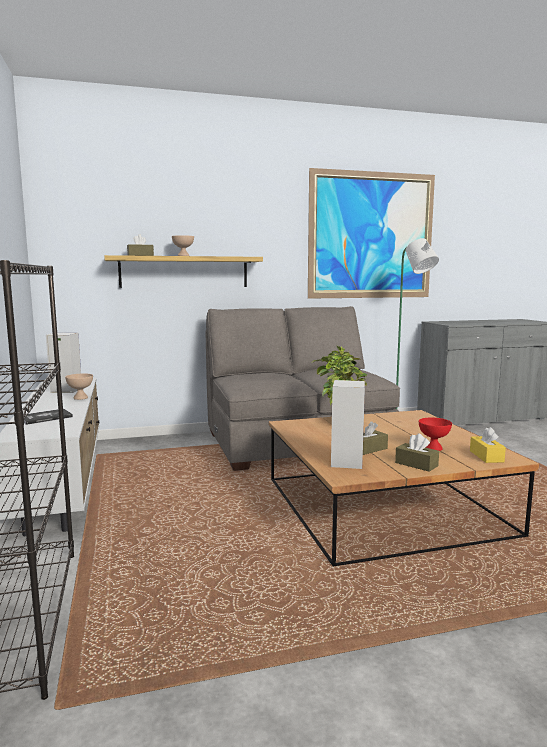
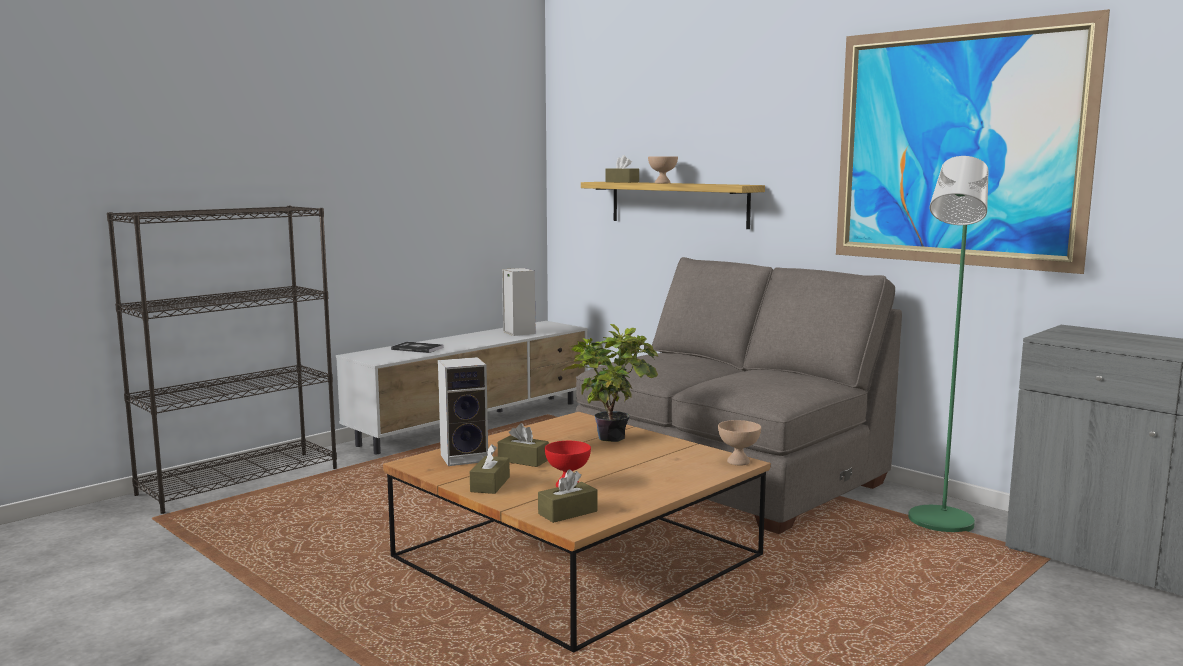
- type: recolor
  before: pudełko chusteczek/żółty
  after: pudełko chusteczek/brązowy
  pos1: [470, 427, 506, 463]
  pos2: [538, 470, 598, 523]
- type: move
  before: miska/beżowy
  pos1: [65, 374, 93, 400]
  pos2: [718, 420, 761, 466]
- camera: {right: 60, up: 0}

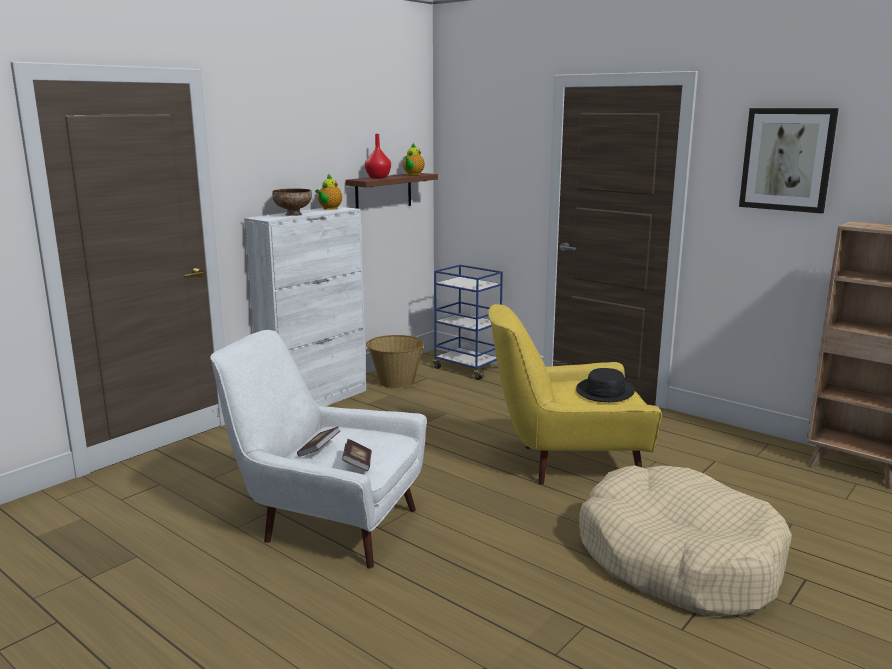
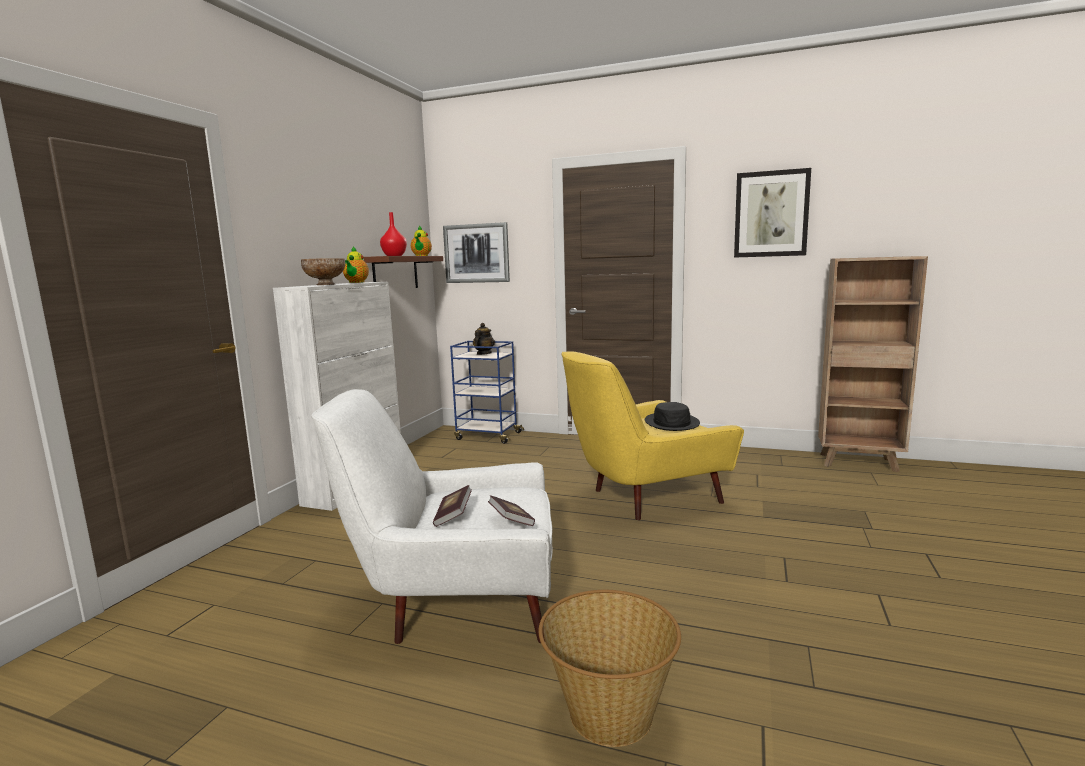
- type: insert
  after: obraz
  pos2: [443, 222, 510, 283]
- type: insert
  after: imbryk
  pos2: [473, 323, 495, 355]
- type: move
  before: koszyk
  pos1: [366, 335, 425, 388]
  pos2: [539, 590, 681, 747]
- type: delete
  before: legowisko/beżowy
  pos1: [579, 465, 792, 617]
- camera: {right: -20, up: -5}

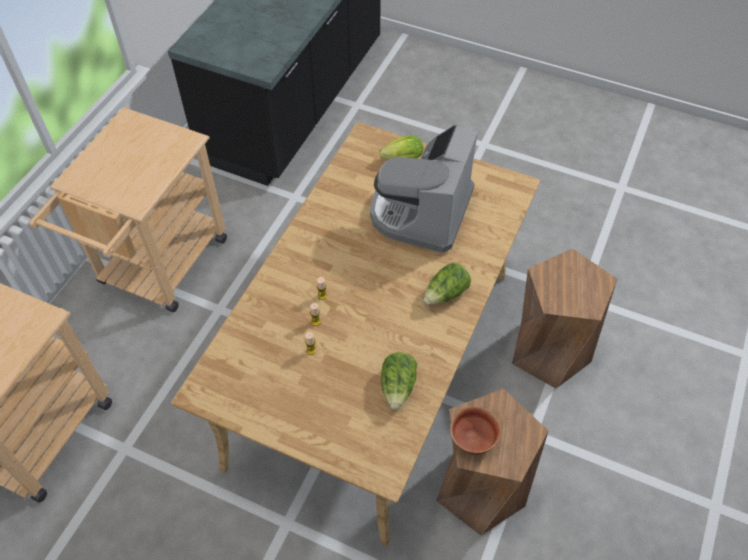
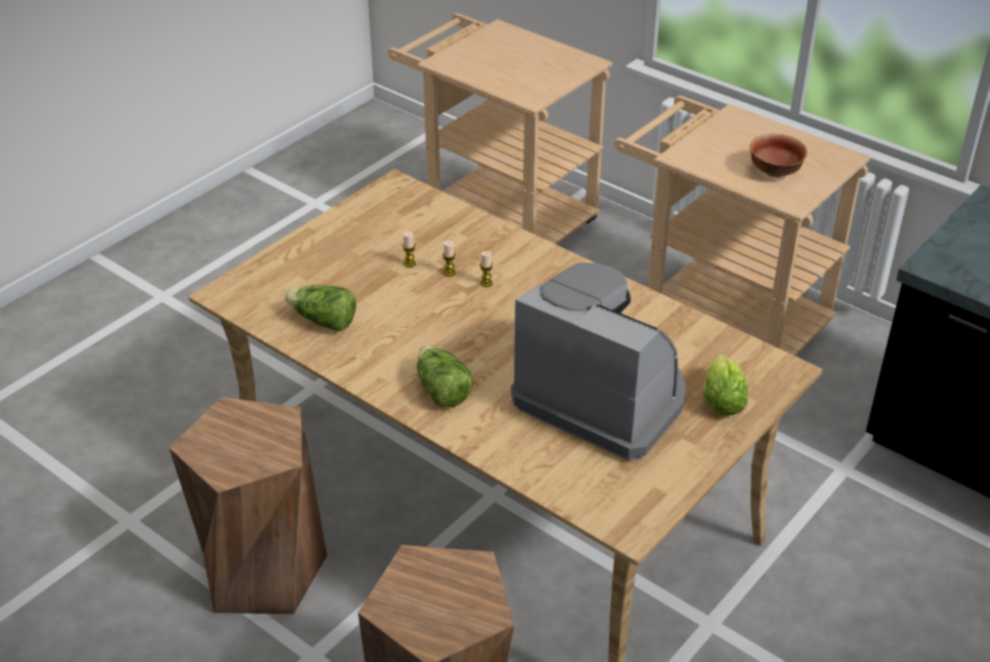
- type: move
  before: miska
  pos1: [450, 406, 502, 455]
  pos2: [750, 134, 807, 177]
- camera: {right: 105, up: -15}

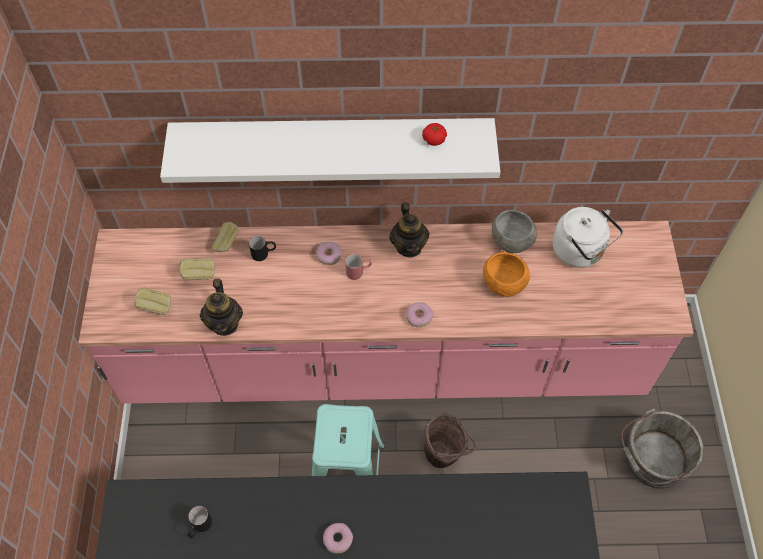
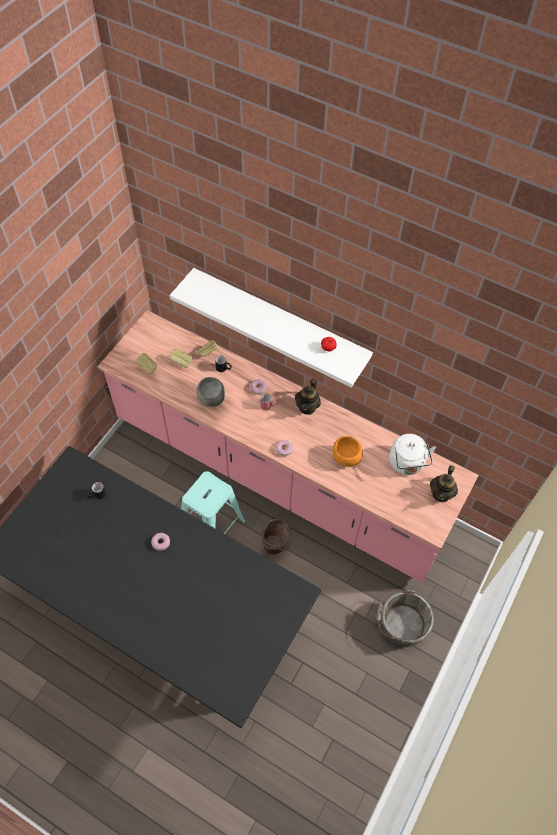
- type: move
  before: miska/szary
  pos1: [492, 210, 537, 253]
  pos2: [196, 377, 225, 407]
- type: move
  before: imbryk
  pos1: [200, 279, 243, 336]
  pos2: [430, 465, 458, 502]
- camera: {right: 30, up: 0}

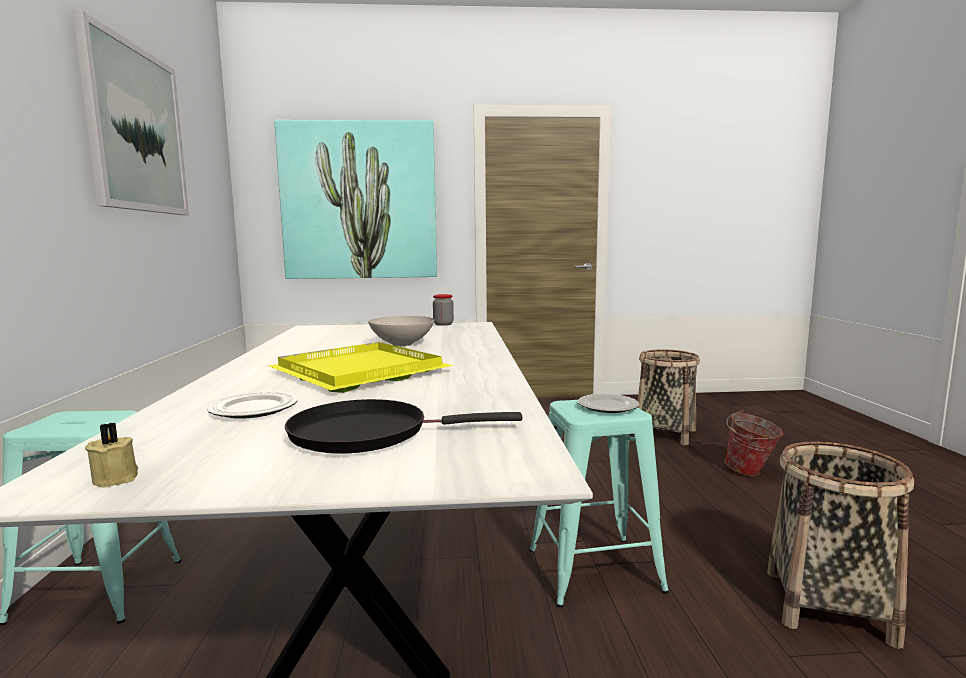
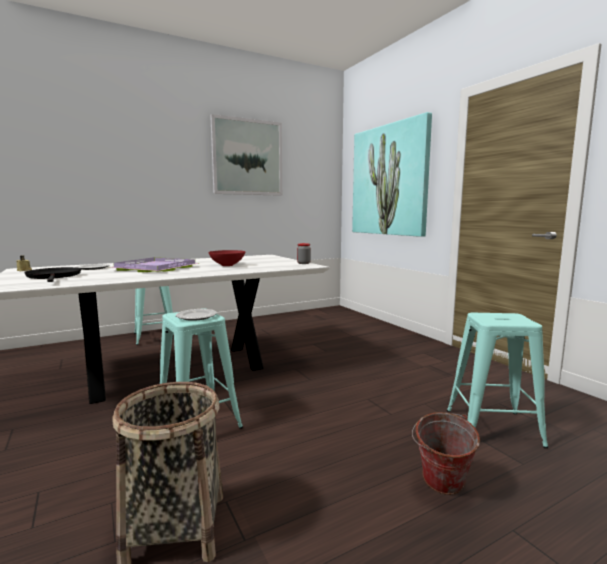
- type: recolor
  before: taca/żółty
  after: taca/fioletowy
  pos1: [269, 342, 454, 393]
  pos2: [108, 257, 199, 272]
- type: recolor
  before: miska/biały
  after: miska/czerwony
  pos1: [368, 316, 434, 346]
  pos2: [208, 250, 245, 266]
- type: replace
  before: koszyk
  after: stołek/turkusowy
  pos1: [634, 349, 700, 445]
  pos2: [447, 312, 548, 448]
- camera: {right: 65, up: 0}

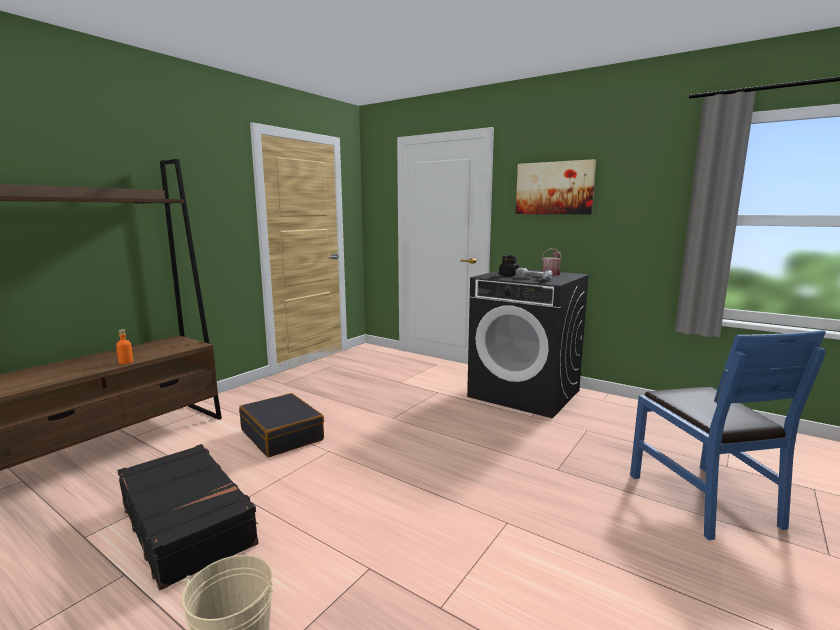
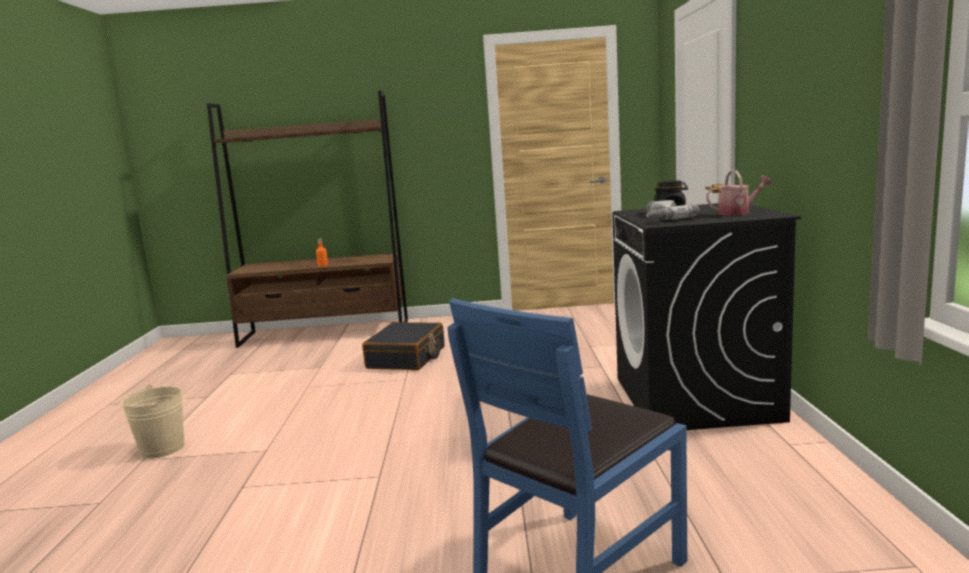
- type: delete
  before: walizka/czarny
  pos1: [118, 444, 259, 590]
- type: delete
  before: obraz
  pos1: [516, 159, 596, 214]
- camera: {right: 55, up: 0}

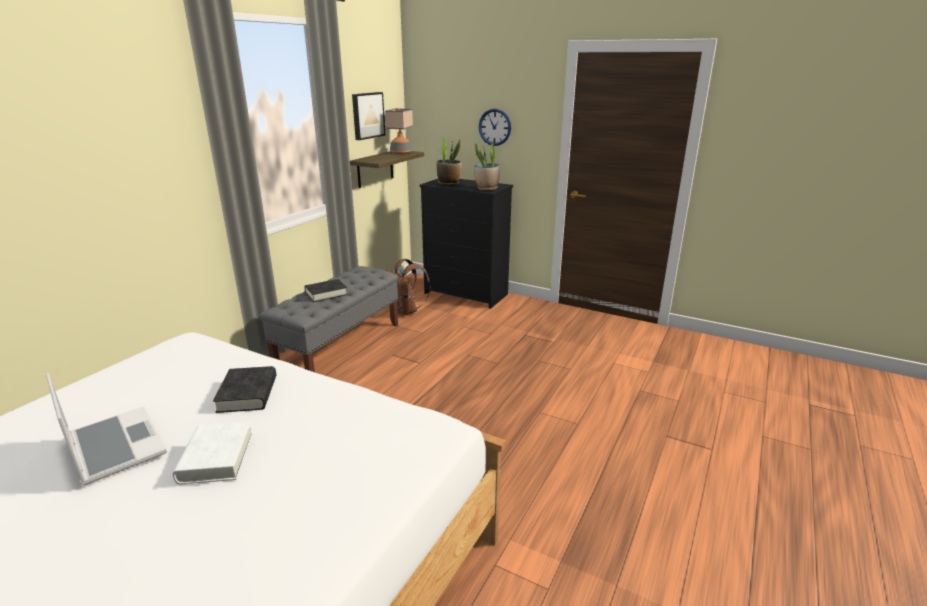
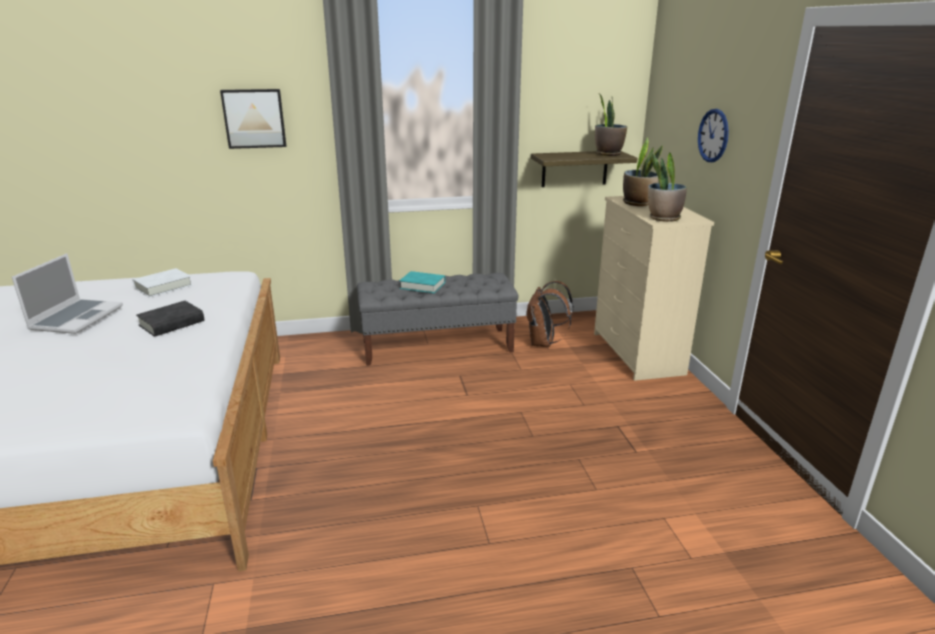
- type: move
  before: książka/biały
  pos1: [173, 421, 253, 484]
  pos2: [133, 268, 192, 297]
- type: move
  before: obraz
  pos1: [352, 92, 385, 140]
  pos2: [220, 89, 286, 149]
- type: recolor
  before: książka/czarny
  after: książka/turkusowy
  pos1: [304, 279, 348, 302]
  pos2: [399, 271, 445, 293]
- type: recolor
  before: komoda/czarny
  after: komoda/beżowy
  pos1: [420, 179, 513, 309]
  pos2: [594, 196, 714, 381]
- type: replace
  before: lampa stołowa
  after: roślina doniczkowa
  pos1: [385, 109, 413, 154]
  pos2: [595, 95, 627, 156]
- camera: {right: 50, up: 0}

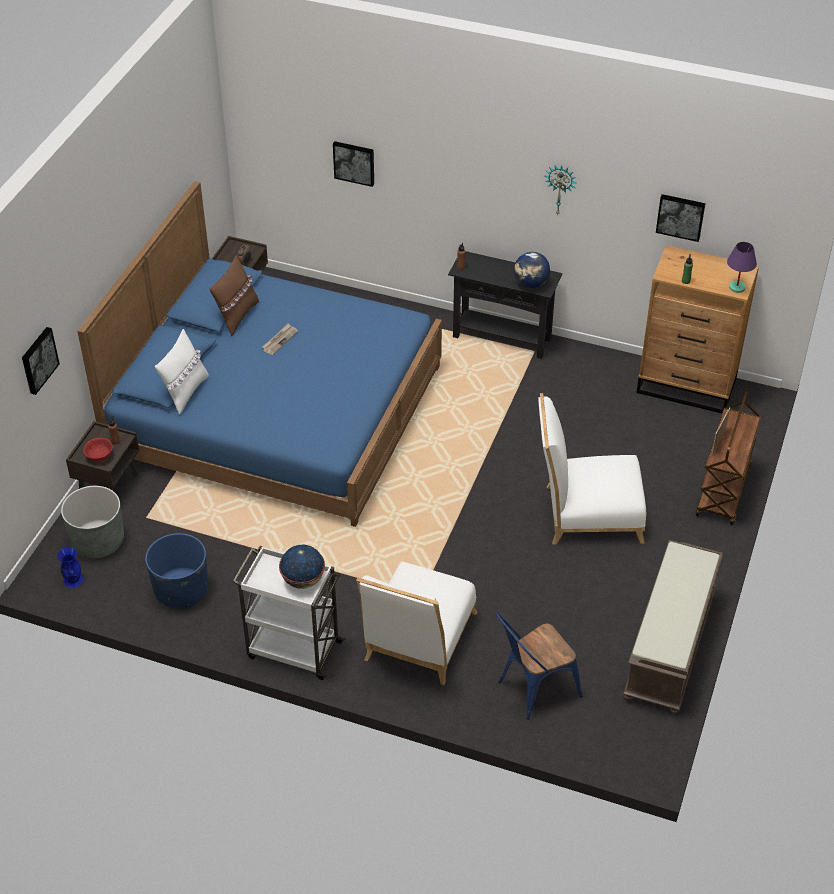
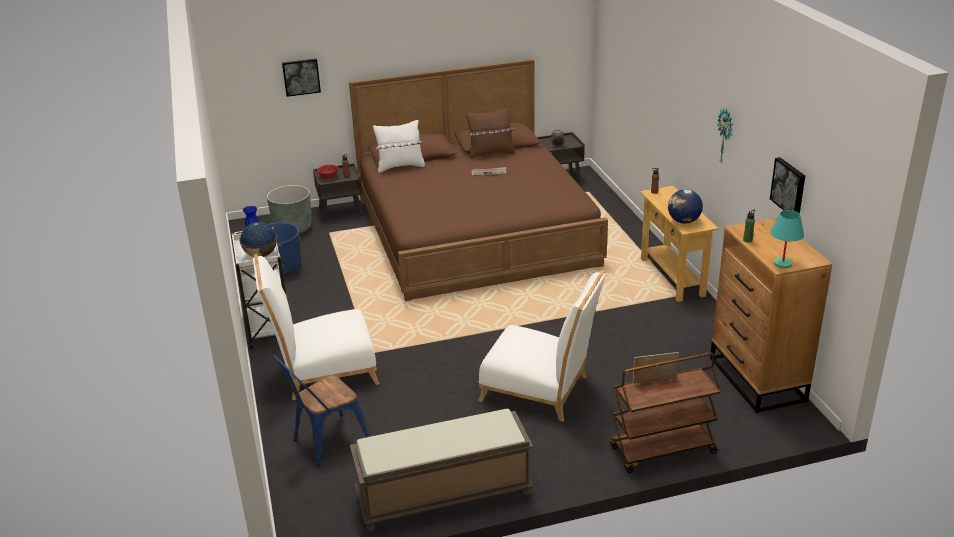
- type: rotate
  before: krzesło/niebieski
  pos1: [496, 612, 582, 720]
  pos2: [273, 355, 370, 466]
  turn: -60
- type: recolor
  before: łóżko/niebieski
  after: łóżko/brązowy
  pos1: [77, 181, 442, 527]
  pos2: [349, 59, 608, 301]
- type: rotate
  before: krzesło/biały
  pos1: [538, 393, 646, 545]
  pos2: [478, 270, 605, 422]
  turn: 150
- type: recolor
  before: stolik konsolowy/czarny
  after: stolik konsolowy/beżowy
  pos1: [448, 251, 562, 359]
  pos2: [640, 186, 719, 302]
- type: recolor
  before: lampa stołowa/fioletowy
  after: lampa stołowa/turkusowy
  pos1: [727, 242, 757, 293]
  pos2: [771, 210, 804, 269]
- type: delete
  before: obraz
  pos1: [333, 141, 374, 187]
- camera: {right: 55, up: -15}

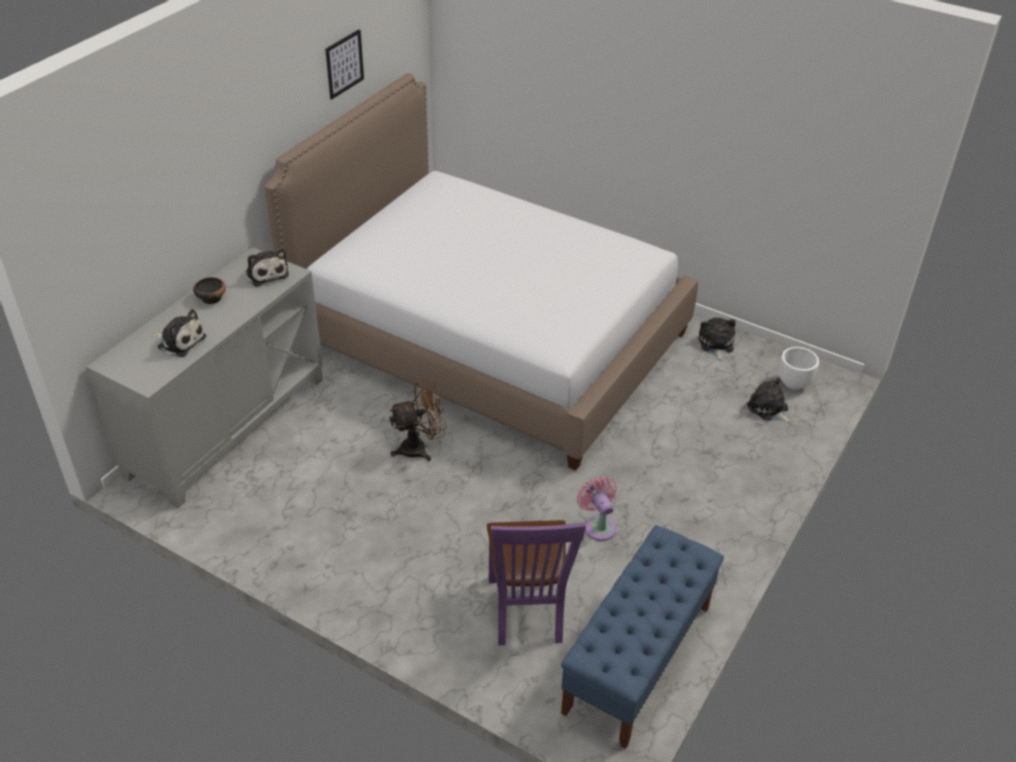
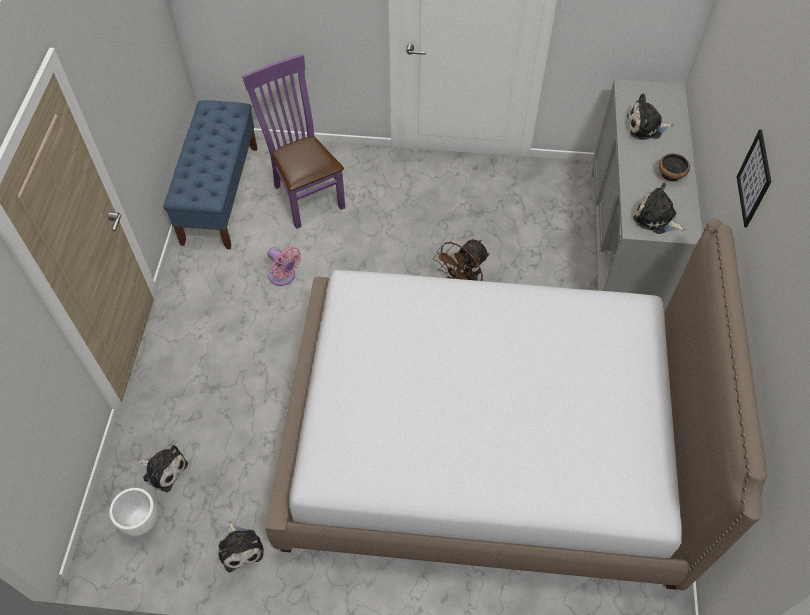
- type: move
  before: obraz
  pos1: [325, 29, 364, 100]
  pos2: [737, 129, 771, 227]
- camera: {right: 155, up: 15}

